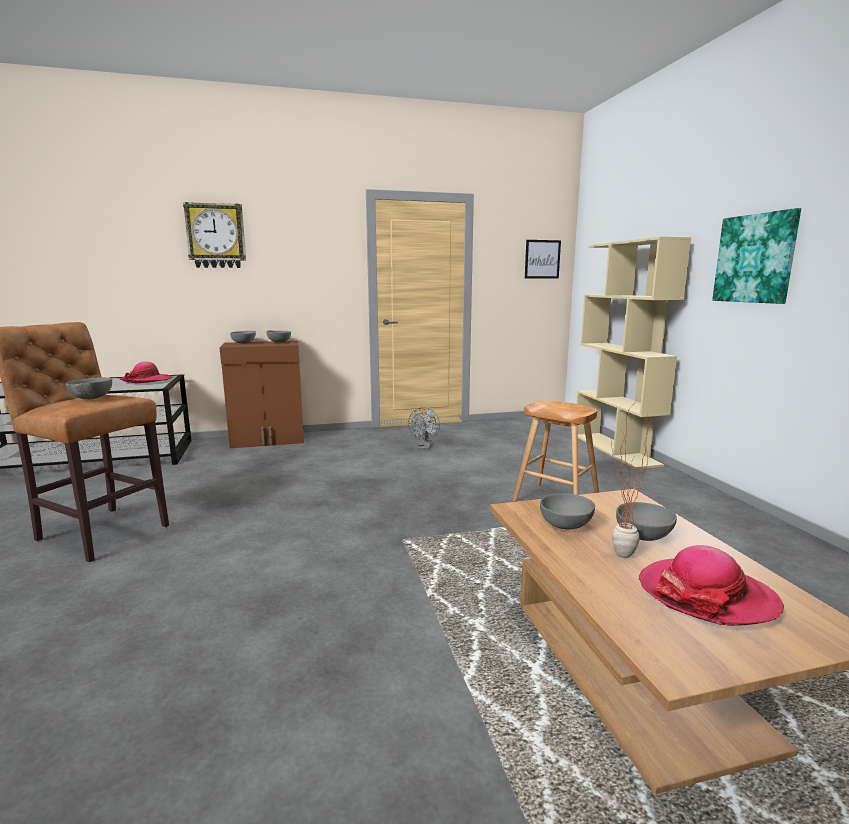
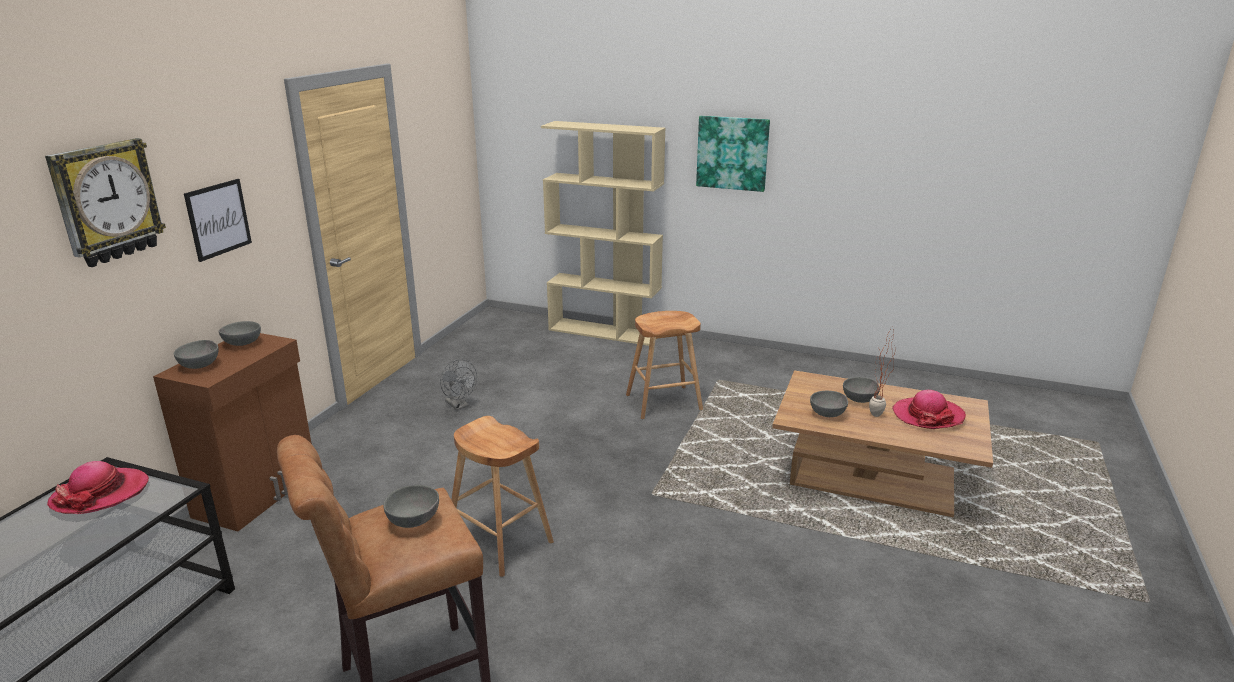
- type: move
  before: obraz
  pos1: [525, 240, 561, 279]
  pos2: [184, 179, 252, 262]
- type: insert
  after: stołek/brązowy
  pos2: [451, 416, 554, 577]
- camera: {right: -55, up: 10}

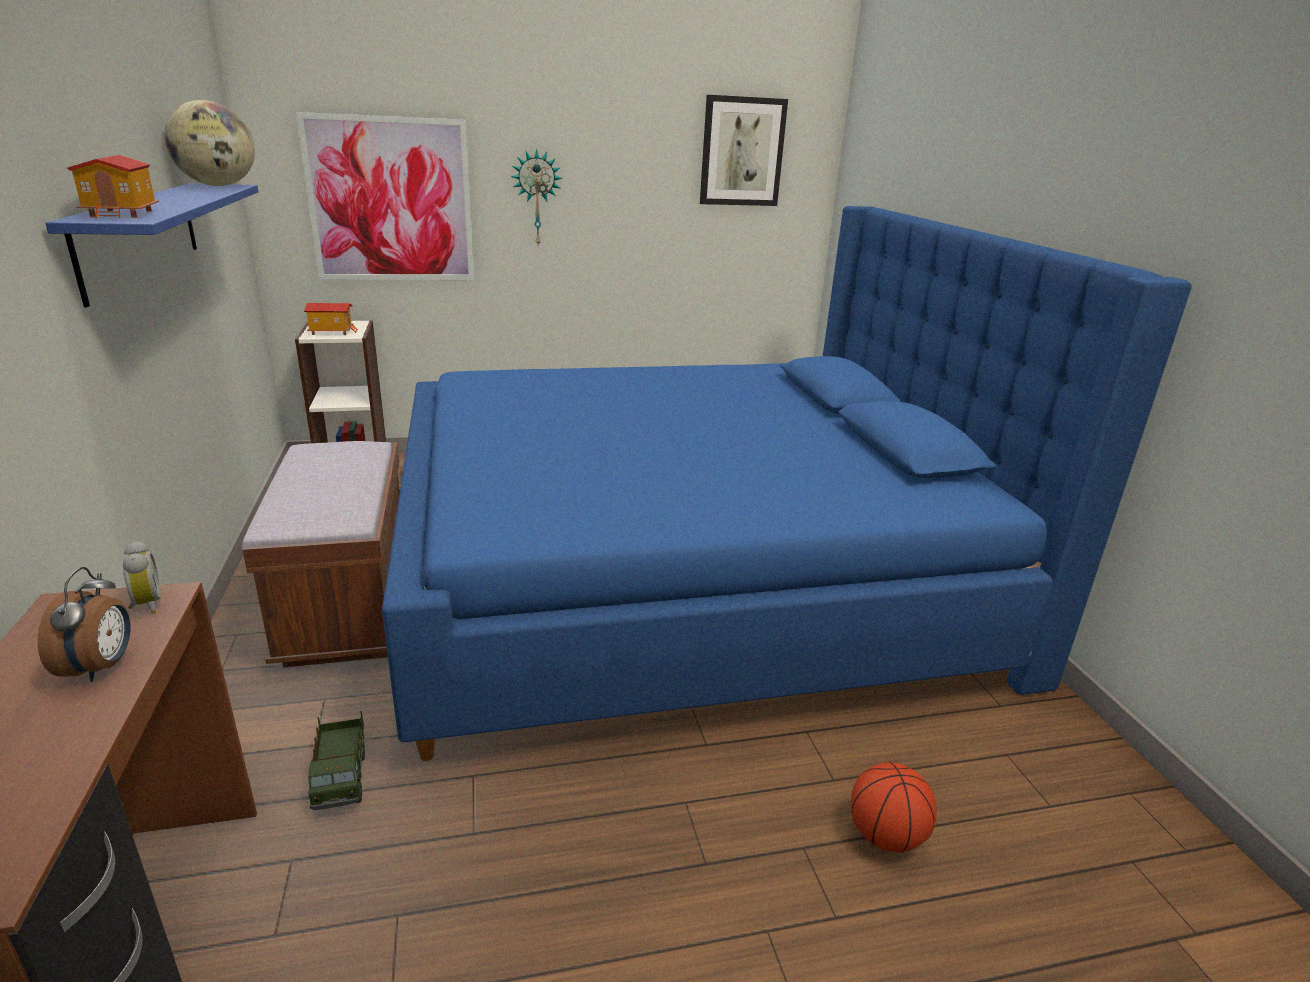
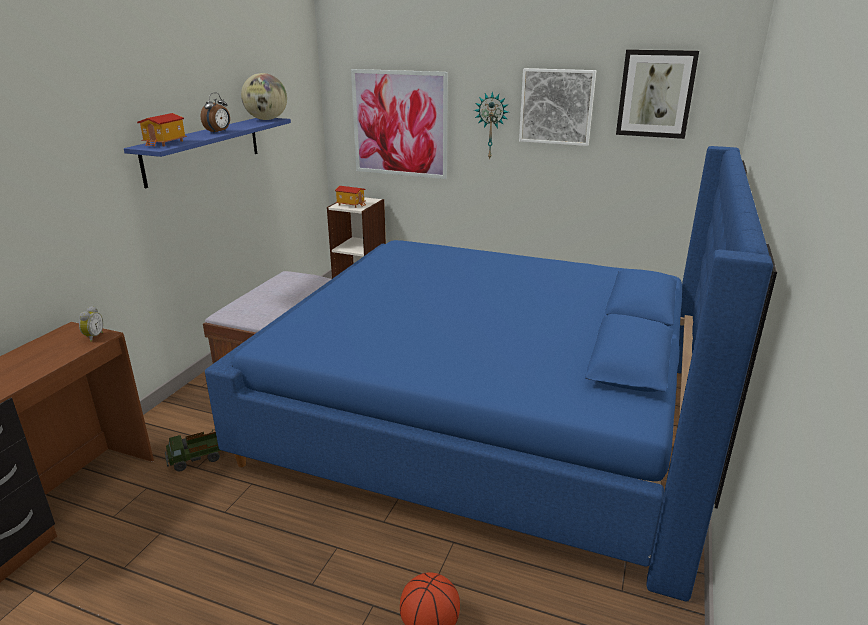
- type: rotate
  before: ciężarówka zabawkowa
  pos1: [308, 711, 365, 810]
  pos2: [165, 429, 221, 471]
  turn: 45
- type: move
  before: budzik
  pos1: [38, 567, 131, 682]
  pos2: [201, 93, 230, 133]
- type: insert
  after: obraz
  pos2: [519, 68, 596, 146]
- camera: {right: 35, up: 0}

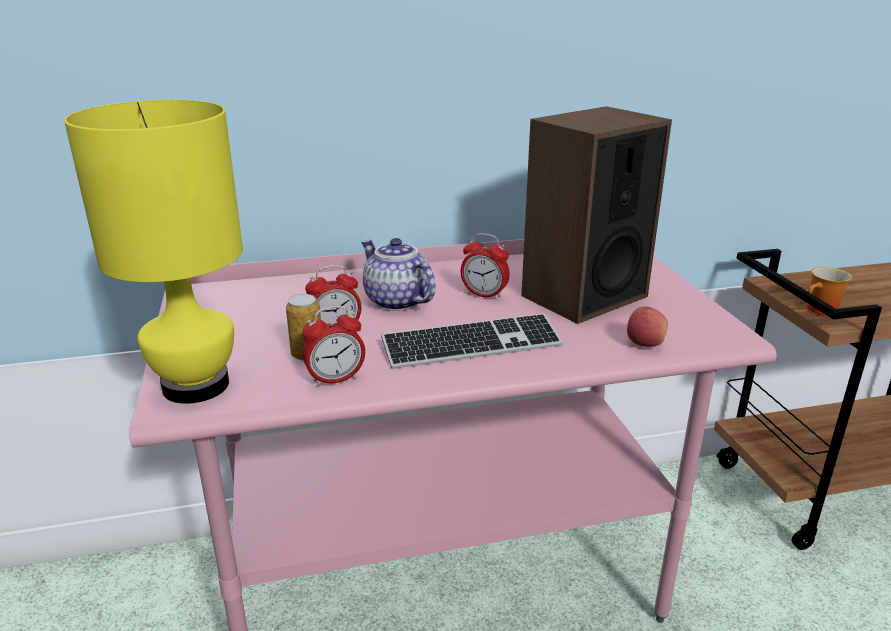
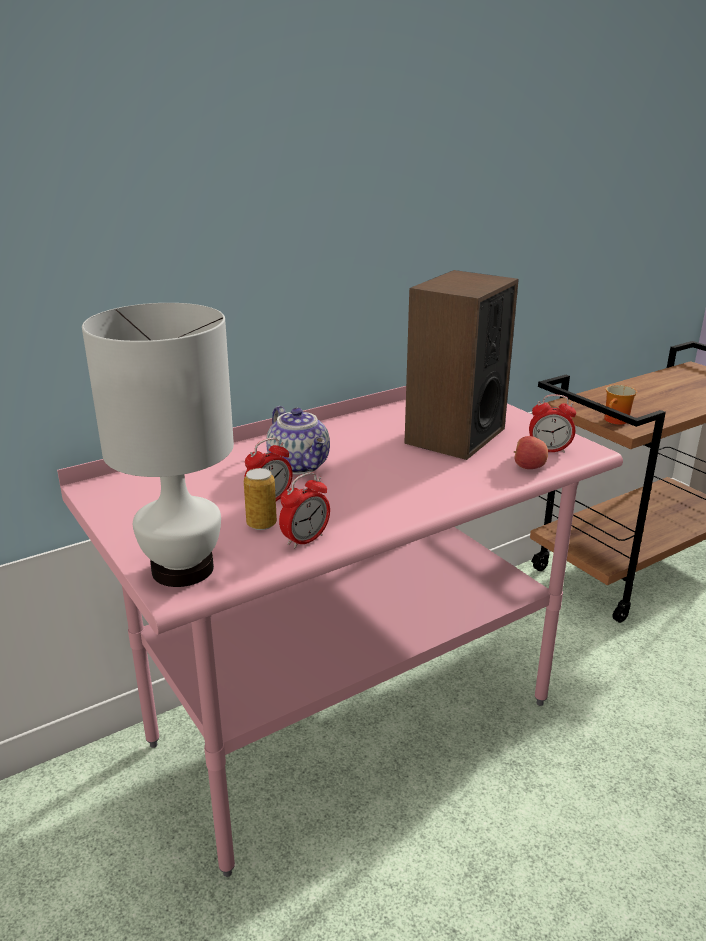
- type: recolor
  before: lampa stołowa/żółty
  after: lampa stołowa/biały
  pos1: [64, 100, 243, 404]
  pos2: [82, 303, 234, 587]
- type: rotate
  before: imbryk
  pos1: [361, 238, 436, 311]
  pos2: [266, 406, 330, 475]
  turn: -150
- type: move
  before: budzik
  pos1: [461, 233, 510, 300]
  pos2: [529, 394, 576, 453]
- type: delete
  before: klawiatura
  pos1: [381, 313, 563, 369]
- camera: {right: -20, up: 0}

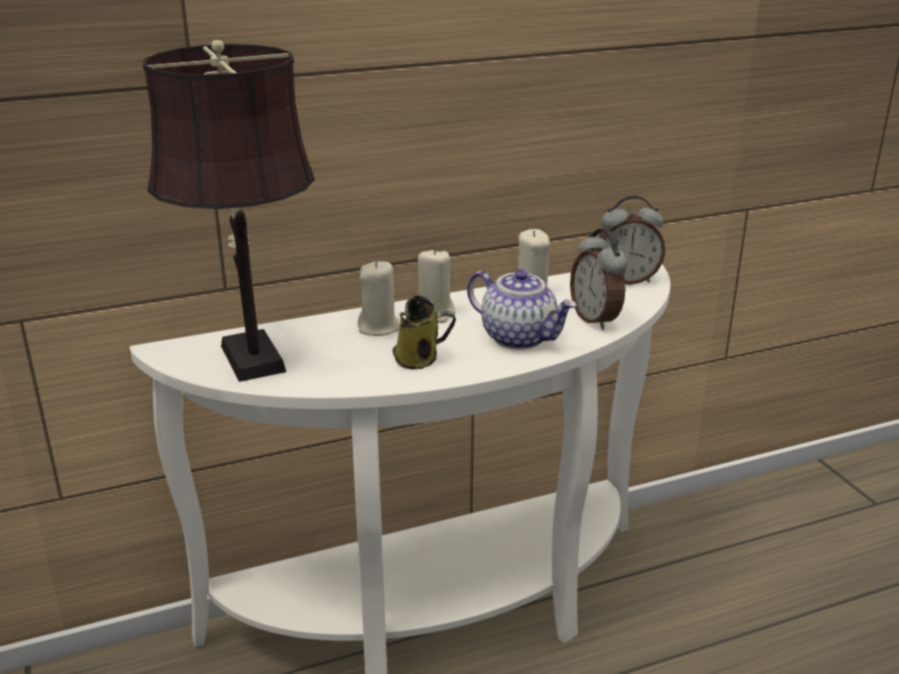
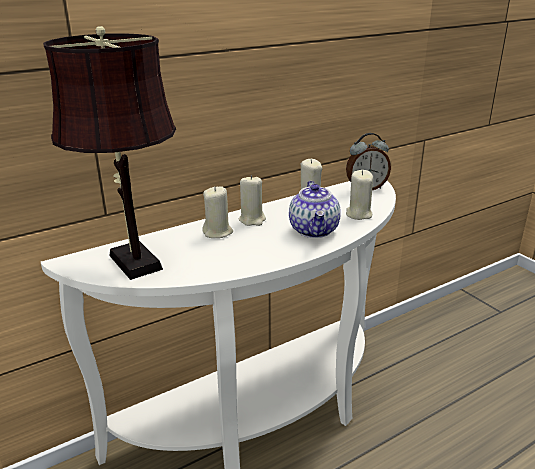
- type: rotate
  before: imbryk
  pos1: [467, 269, 577, 350]
  pos2: [289, 181, 341, 238]
  turn: 60
- type: replace
  before: budzik
  after: świeca/beżowy
  pos1: [570, 228, 627, 330]
  pos2: [346, 170, 373, 220]
- type: delete
  before: kubek
  pos1: [392, 295, 456, 369]
- camera: {right: -10, up: 0}

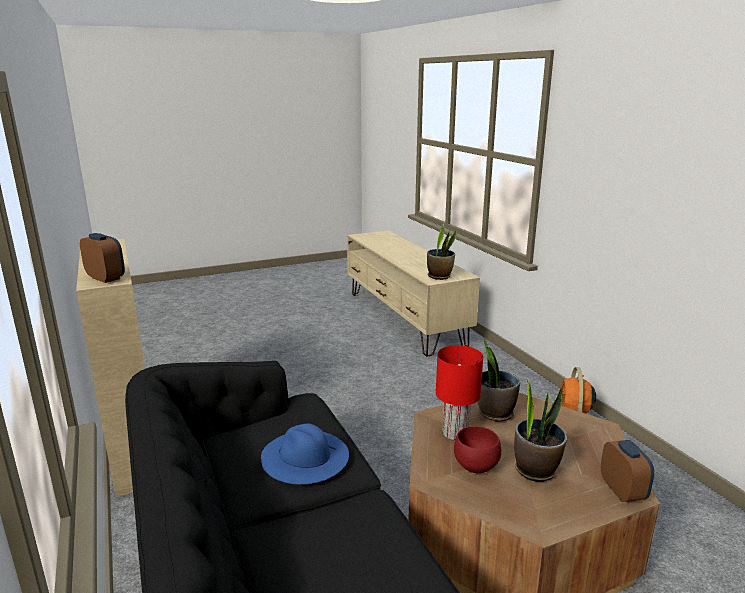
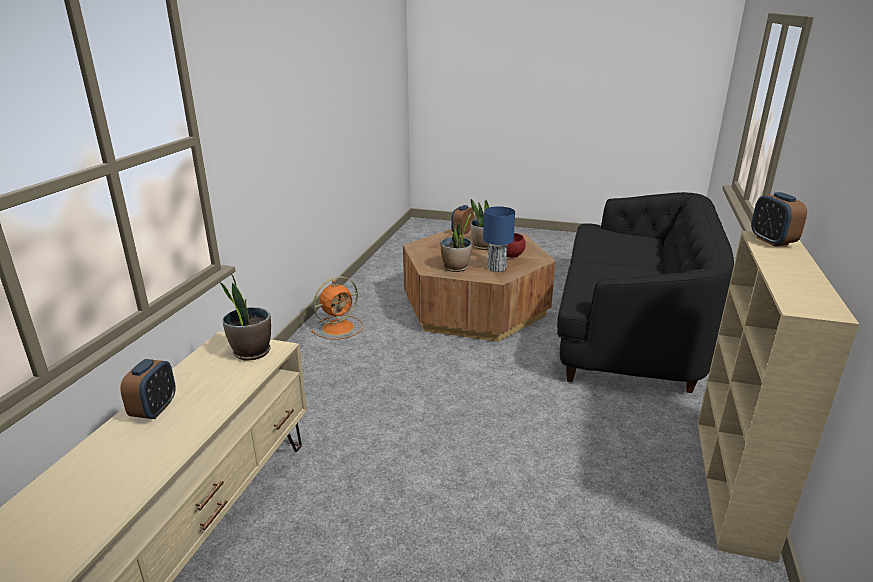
- type: insert
  after: budzik
  pos2: [120, 359, 176, 419]
- type: recolor
  before: lampa stołowa/czerwony
  after: lampa stołowa/niebieski
  pos1: [436, 345, 483, 440]
  pos2: [483, 206, 515, 272]
- type: delete
  before: kapelusz/niebieski
  pos1: [261, 424, 349, 484]
- camera: {right: -140, up: 5}

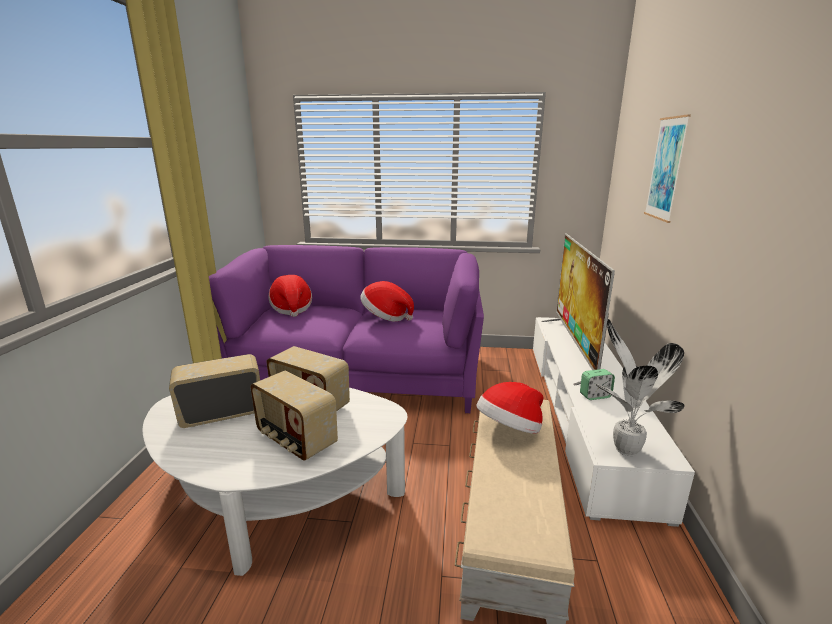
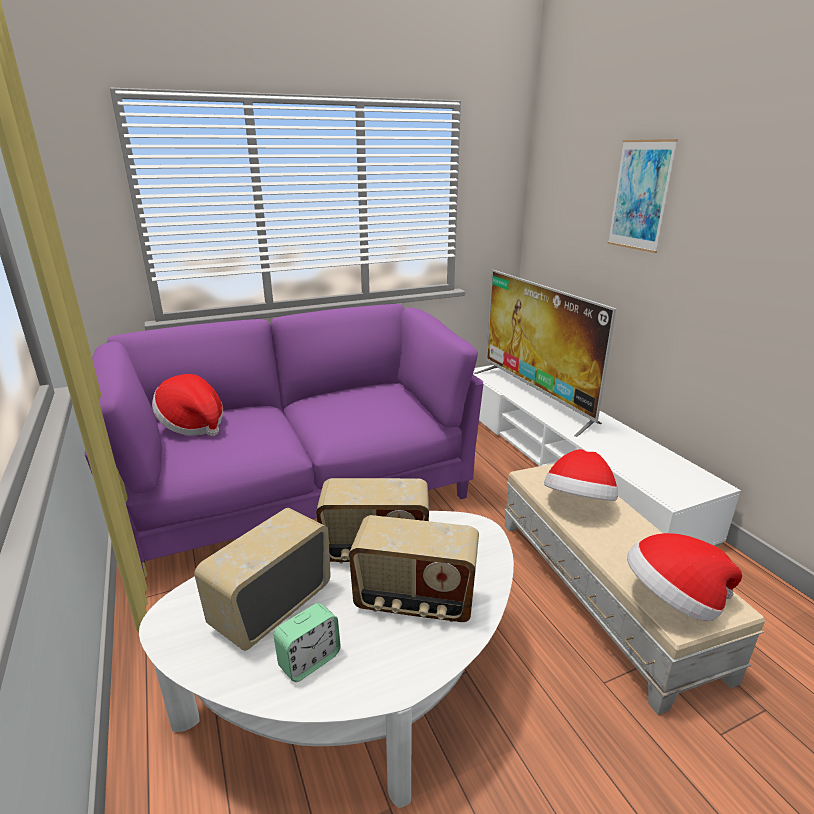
- type: move
  before: budzik
  pos1: [580, 369, 615, 400]
  pos2: [274, 603, 341, 682]
- type: move
  before: kapelusz
  pos1: [360, 281, 414, 322]
  pos2: [627, 533, 742, 621]
- type: delete
  before: roślina doniczkowa
  pos1: [595, 319, 685, 456]
- camera: {right: -30, up: 5}

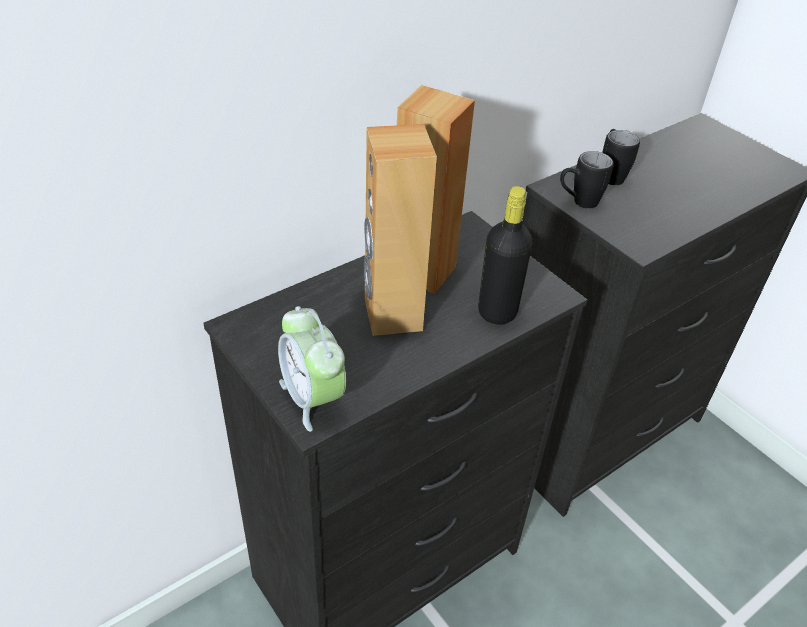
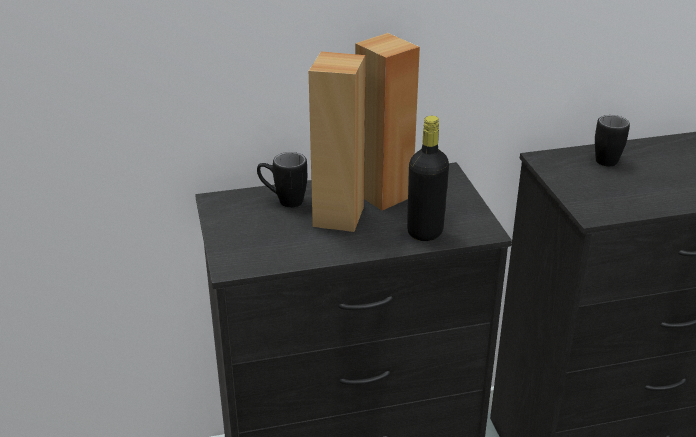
- type: move
  before: kubek/czarny
  pos1: [560, 151, 614, 209]
  pos2: [257, 152, 307, 208]
- type: delete
  before: budzik
  pos1: [278, 306, 346, 432]
- camera: {right: 25, up: -10}

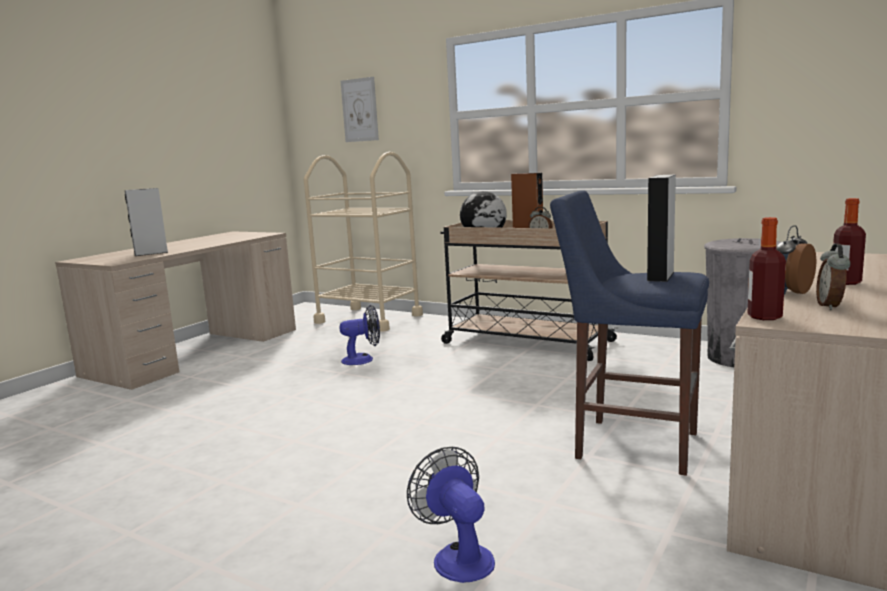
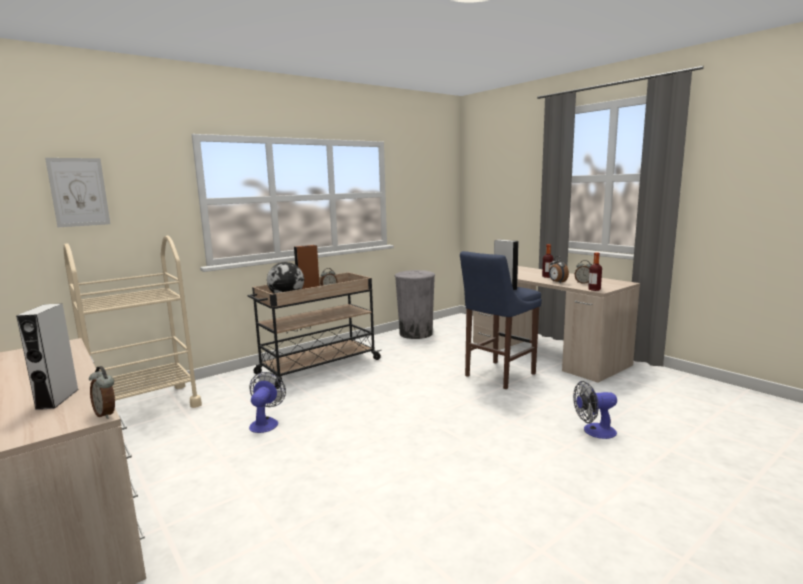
- type: insert
  after: budzik
  pos2: [89, 366, 115, 419]
- camera: {right: -70, up: 0}

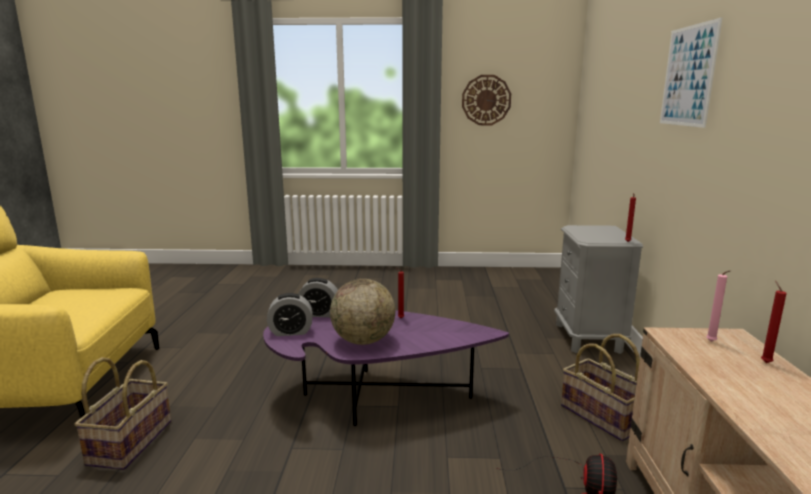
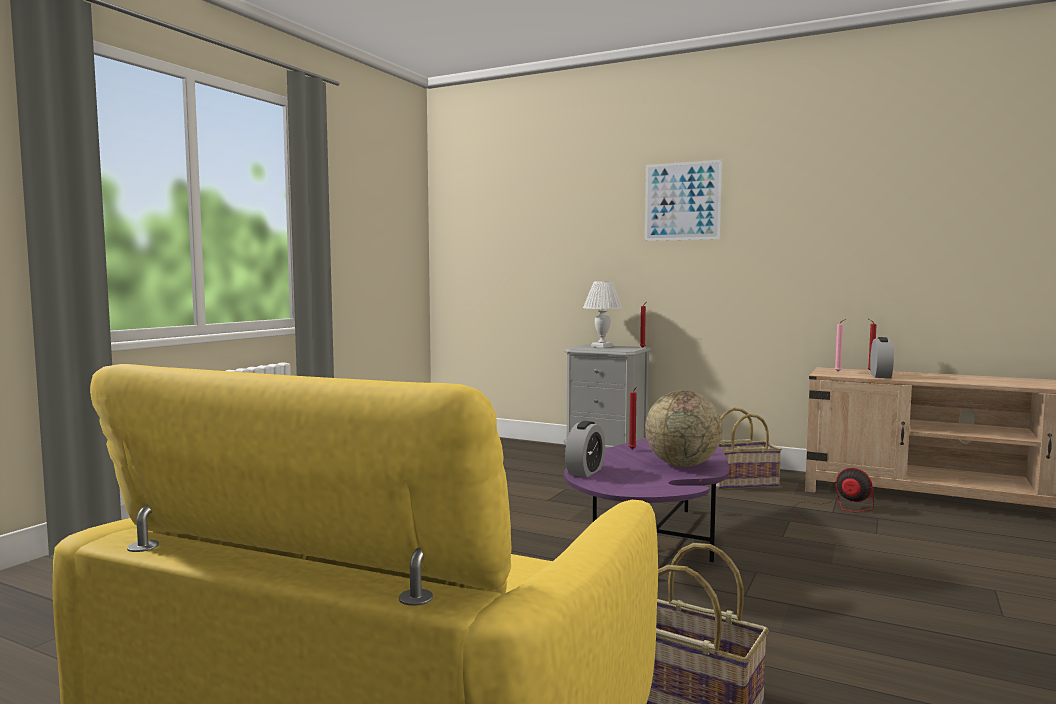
- type: insert
  after: lampa stołowa/biały
  pos2: [583, 282, 622, 348]
- type: move
  before: budzik
  pos1: [267, 293, 313, 336]
  pos2: [870, 337, 894, 378]
- type: delete
  before: zegar ścienny
  pos1: [462, 75, 511, 125]
- camera: {right: -65, up: -10}

